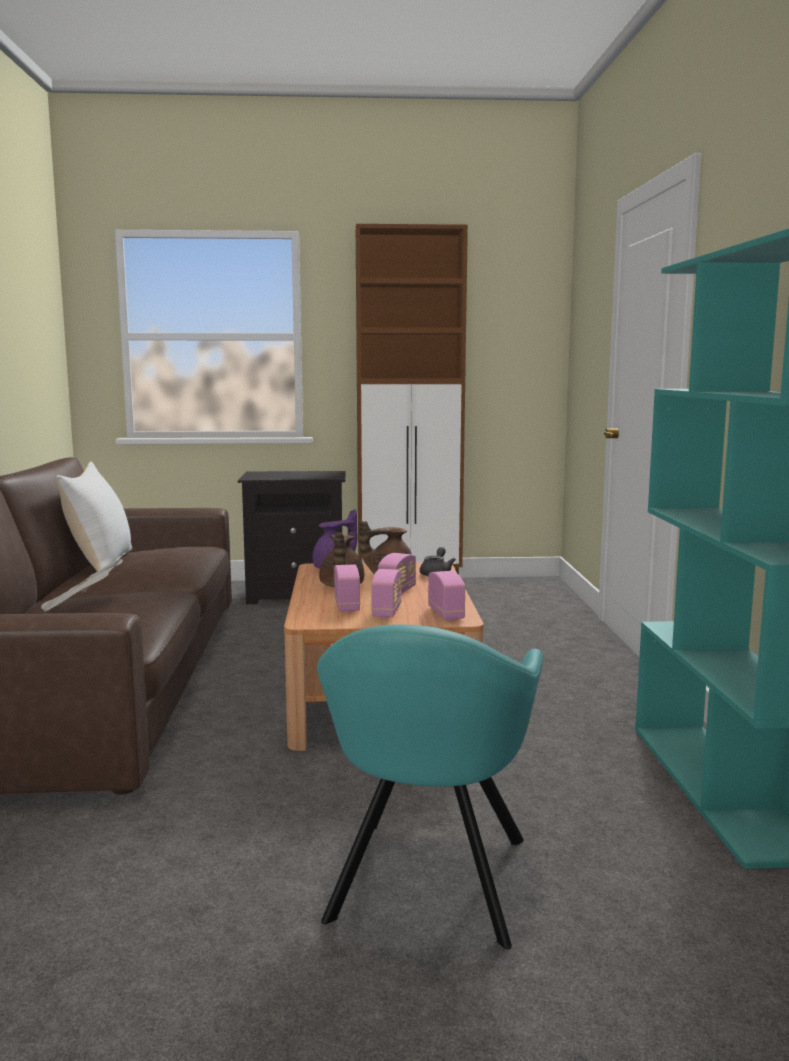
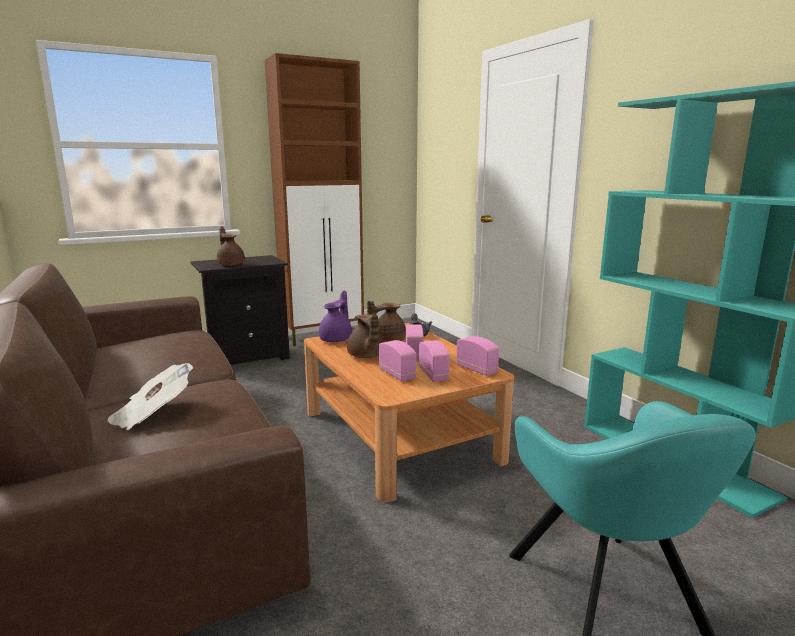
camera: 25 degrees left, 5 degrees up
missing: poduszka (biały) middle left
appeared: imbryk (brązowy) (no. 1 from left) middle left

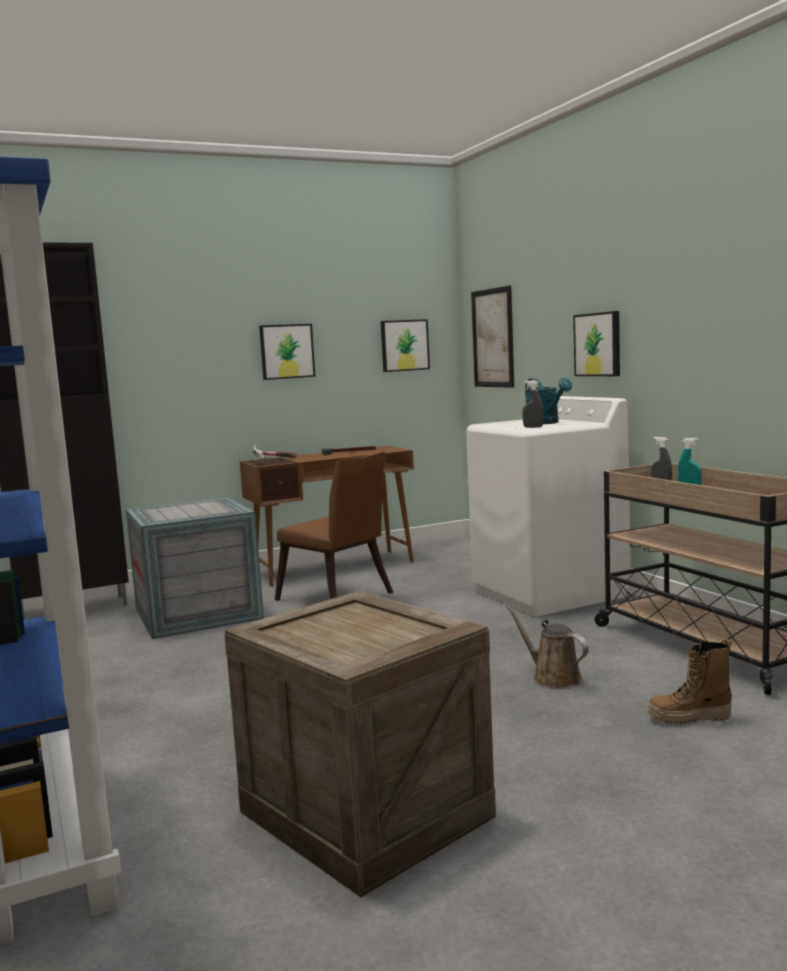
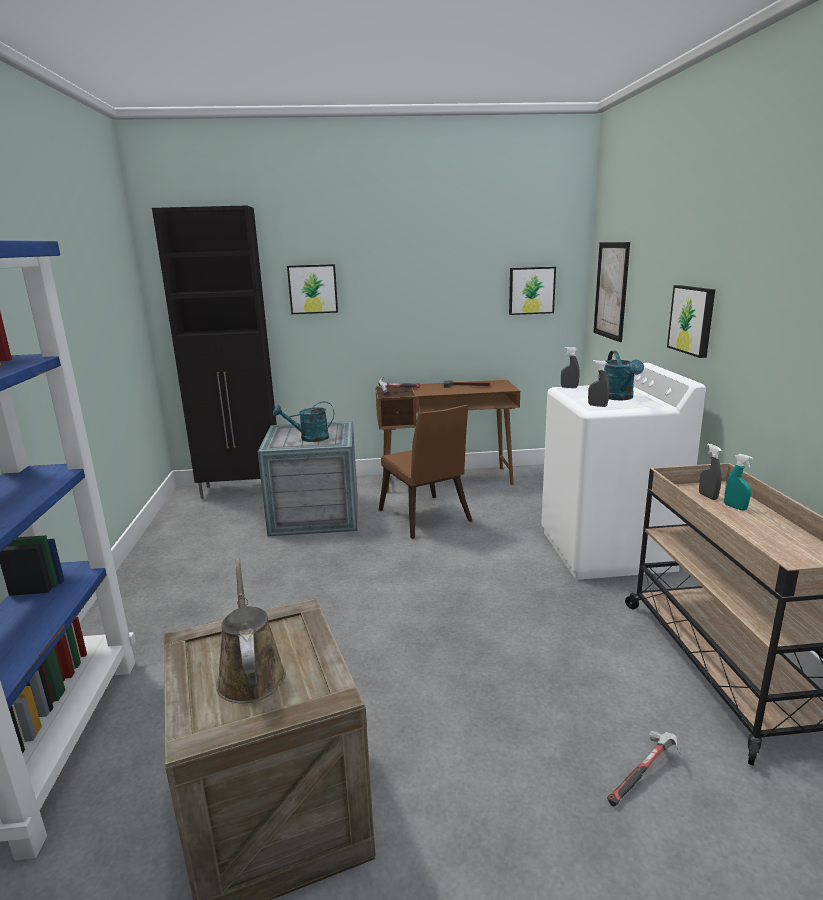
camera: 20 degrees right, 10 degrees up
appeared: konewka (turkusowy) (no. 1 from left) centre; spryskiwacz (szary) (no. 1 from left) middle right
relocated: konewka (brązowy) middle right to bottom left; obraz (no. 1 from left) centre to top centre
exchanged: but z cholewką bottom right to młotek (no. 3 from left) bottom right

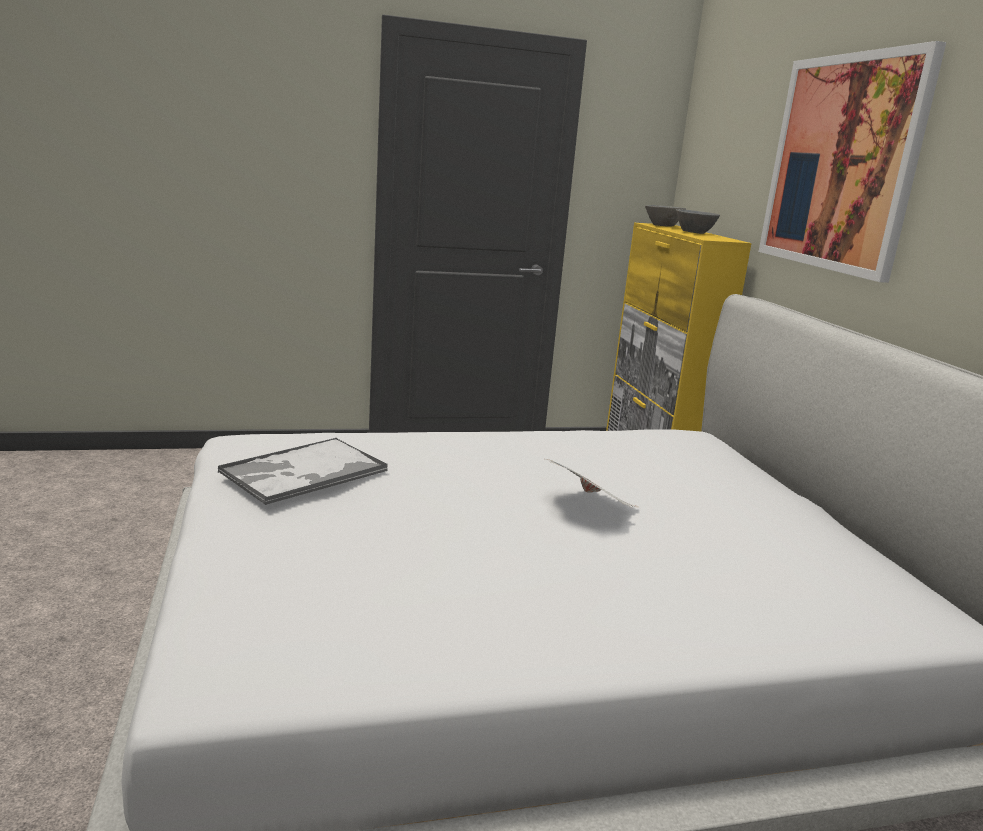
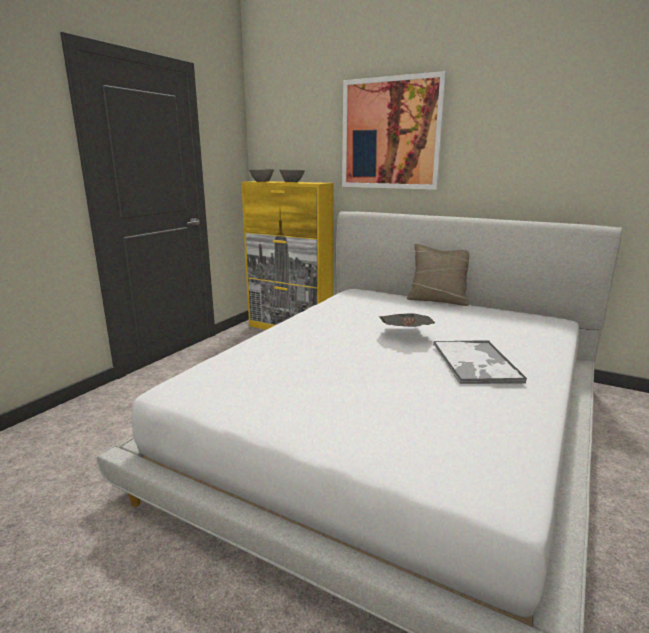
camera: 45 degrees left, 0 degrees up
appeared: poduszka (beżowy) middle right
relocated: taca middle left to middle right

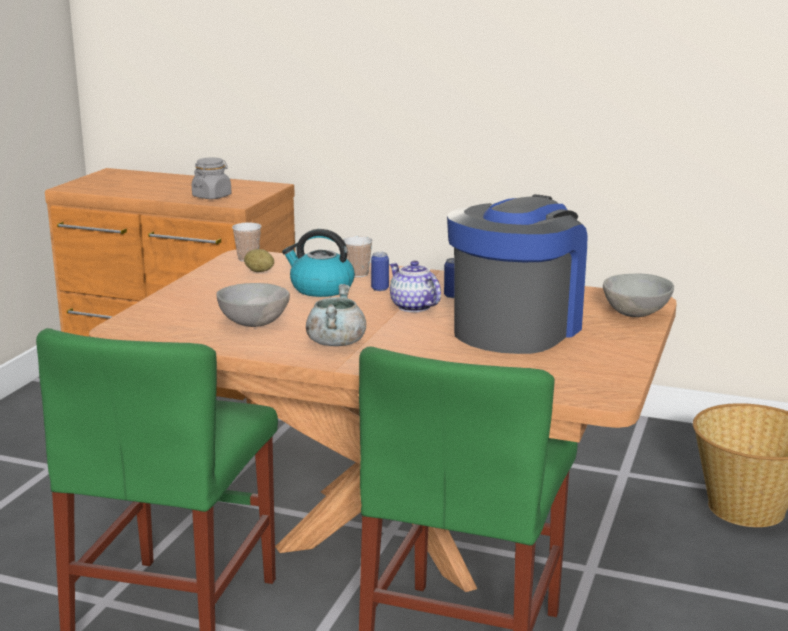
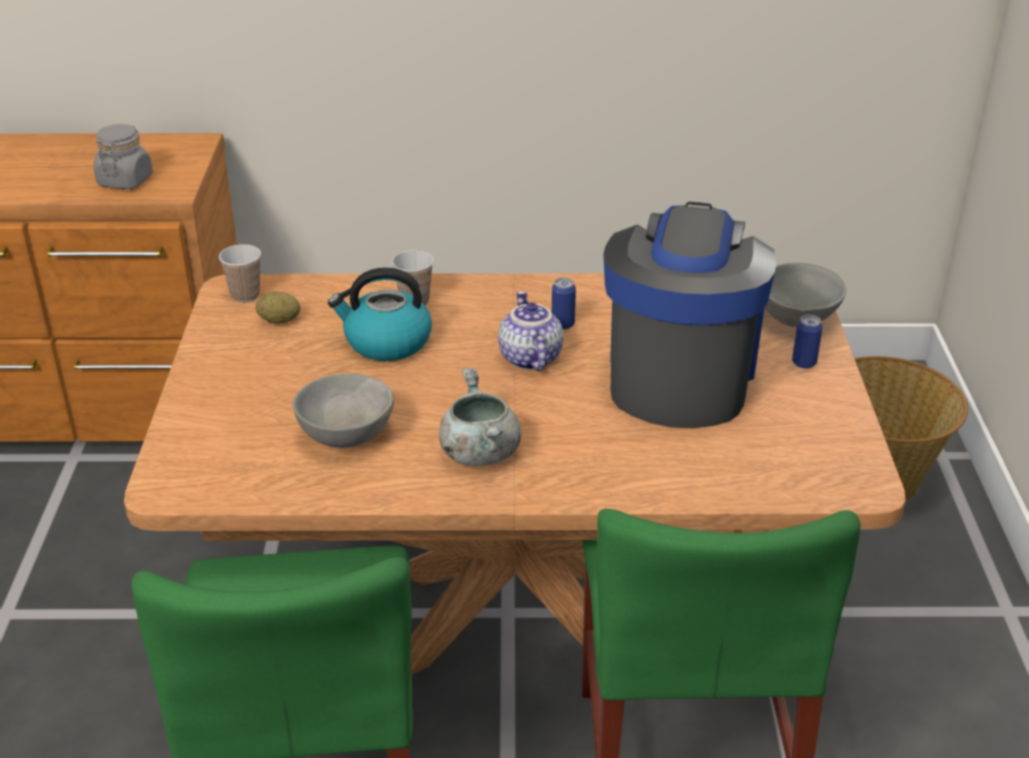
camera: 20 degrees left, 15 degrees up
relocated: puszka (no. 1 from left in the first image) centre to puszka (no. 2 from left) middle right
spun: imbryk centre = centre 45 degrees clockwise

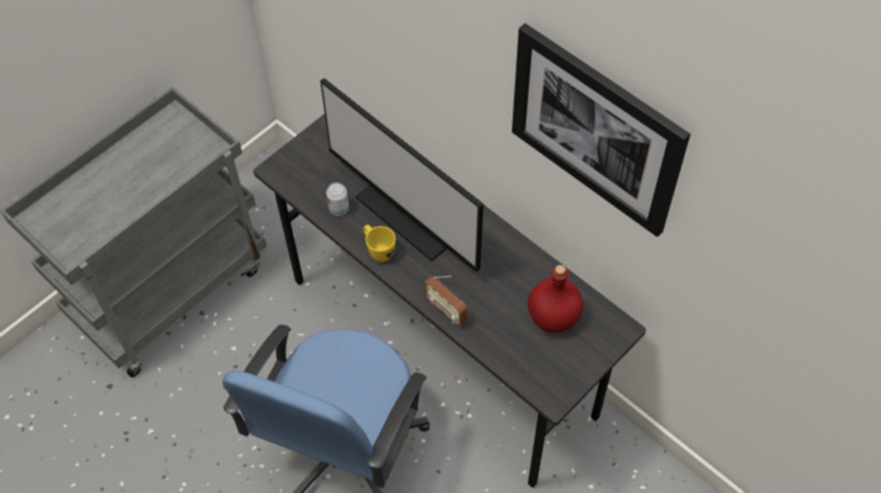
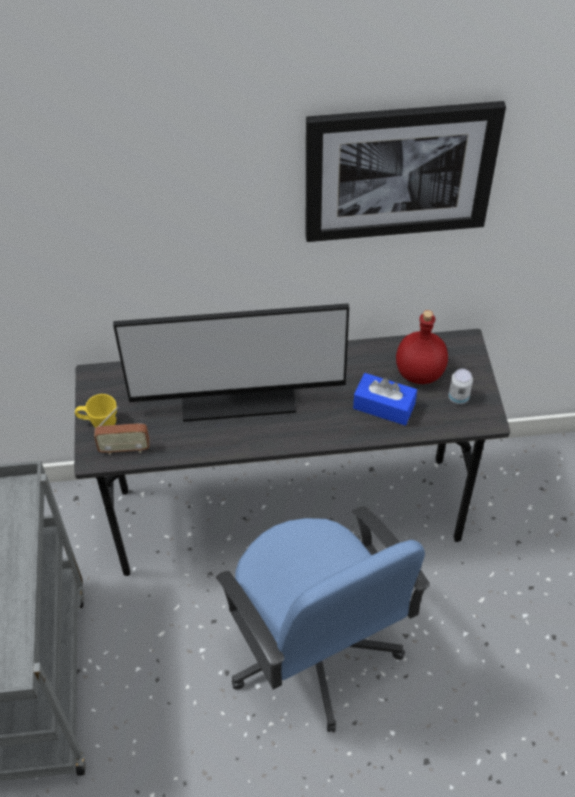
camera: 50 degrees left, 5 degrees down
appeared: pudełko chusteczek (niebieski) middle right
relocated: kubek (żółty) centre to middle left; radio centre to middle left; puszka centre to middle right

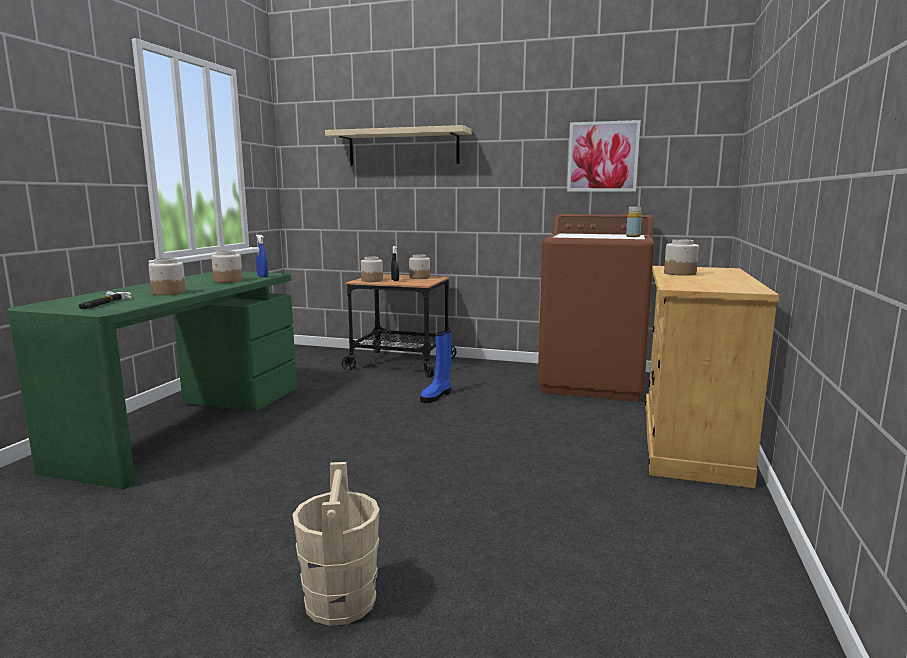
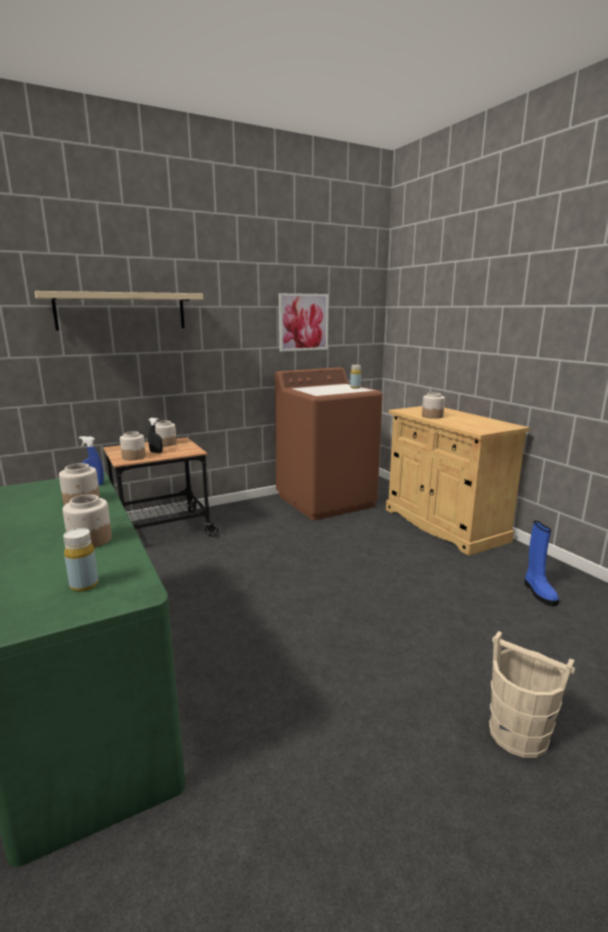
camera: 45 degrees left, 5 degrees up
relocated: but z cholewką (niebieski) centre to middle right
exchanged: młotek middle left to butelka (żółty) (no. 1 from left) middle left

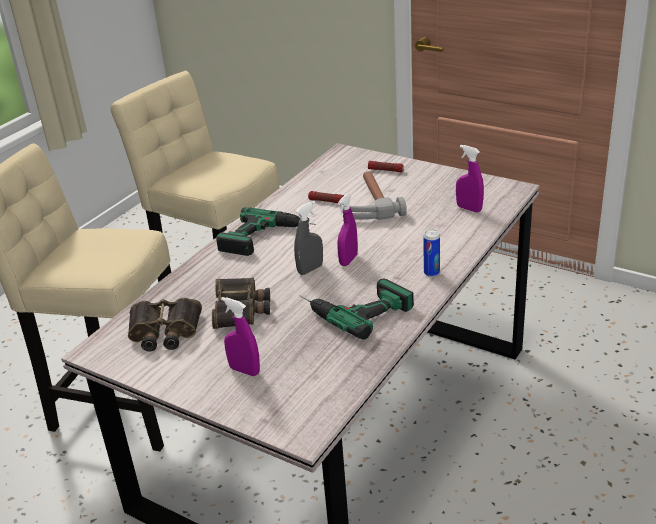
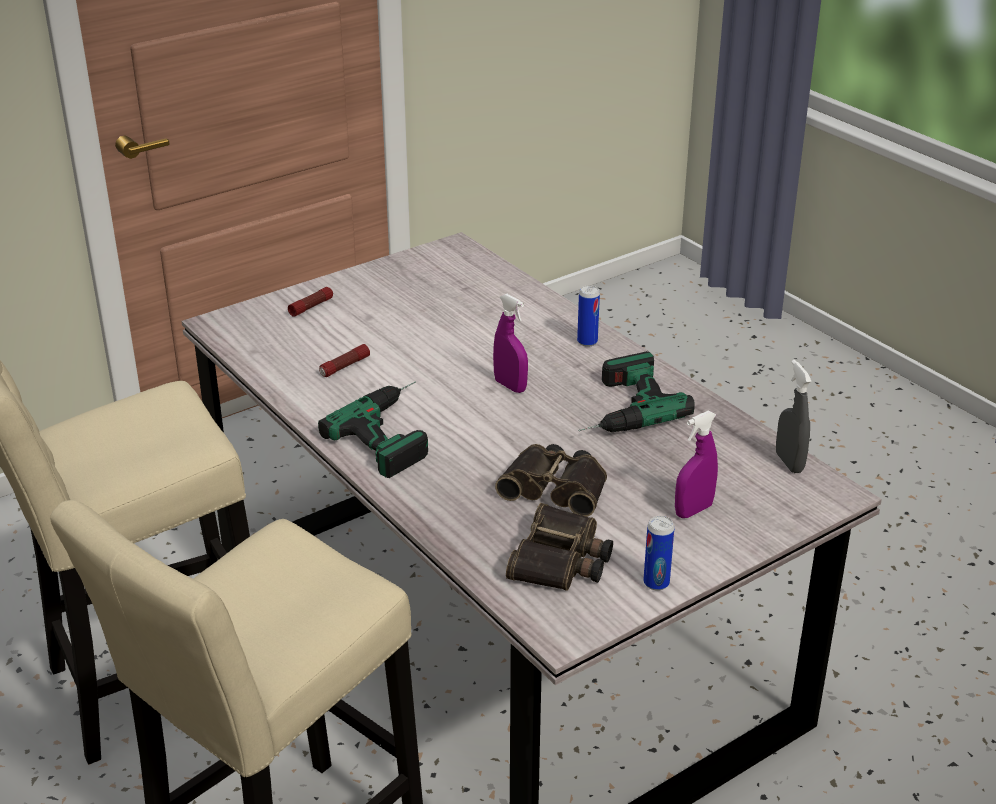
camera: 70 degrees left, 0 degrees up
missing: młotek centre; spryskiwacz (fioletowy) (no. 3 from left) middle right
appeared: puszka (no. 2 from left) bottom centre
relocated: spryskiwacz (szary) centre to middle right

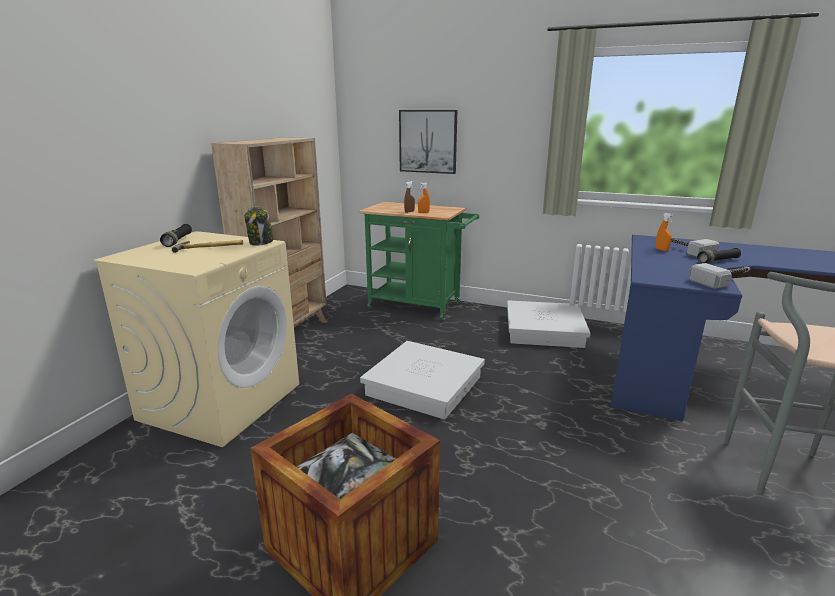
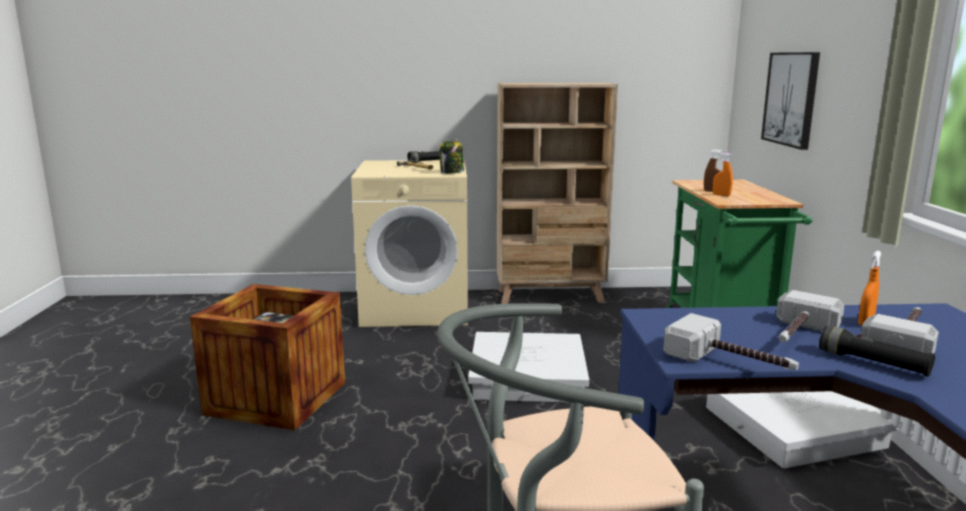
camera: 65 degrees right, 5 degrees down
appeared: młotek (no. 3 from left) middle right

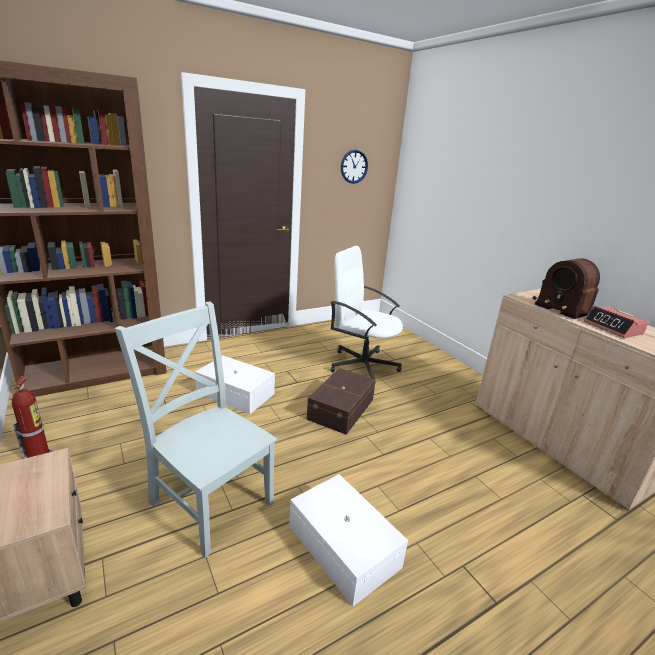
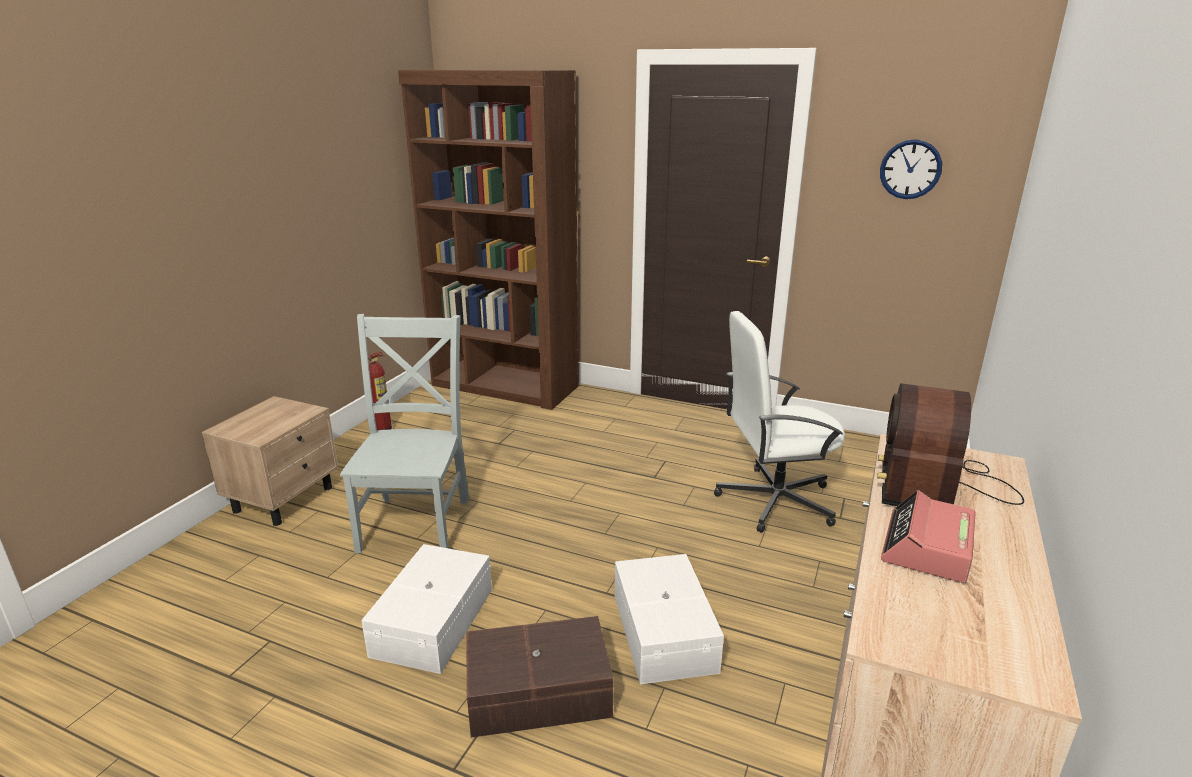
camera: 55 degrees right, 0 degrees up
relocated: pojemnik do przechowywania (brązowy) centre to bottom centre; pojemnik do przechowywania (biały) (no. 1 from left in the first image) centre to pojemnik do przechowywania (biały) (no. 2 from left) bottom centre
spun: krzesło biurowe (biały) centre = centre 90 degrees counterclockwise

